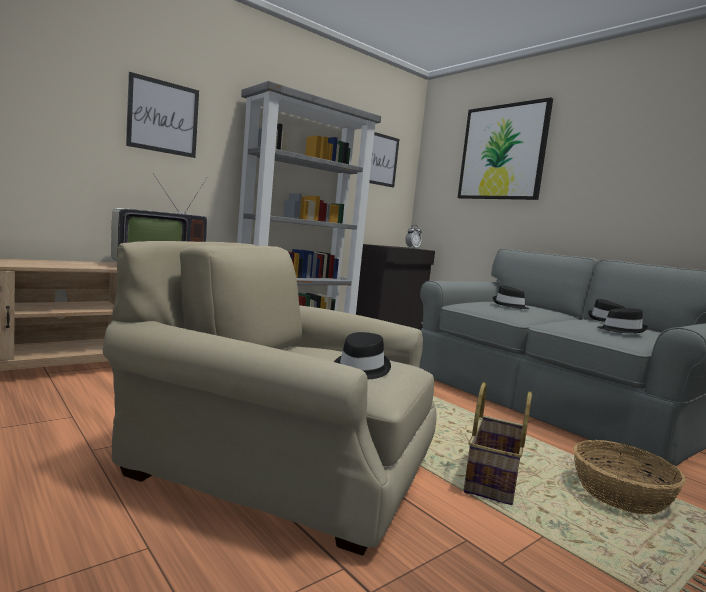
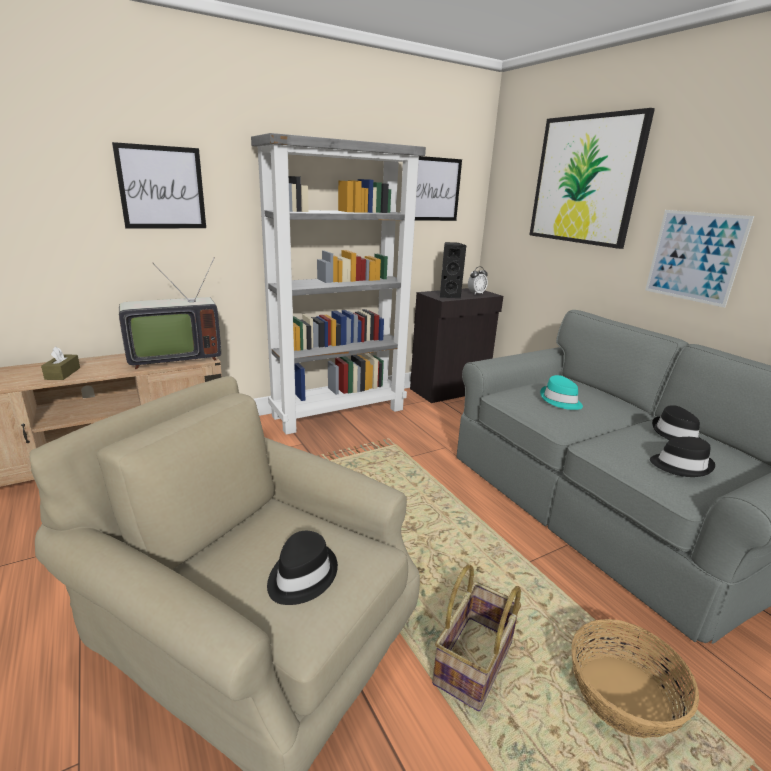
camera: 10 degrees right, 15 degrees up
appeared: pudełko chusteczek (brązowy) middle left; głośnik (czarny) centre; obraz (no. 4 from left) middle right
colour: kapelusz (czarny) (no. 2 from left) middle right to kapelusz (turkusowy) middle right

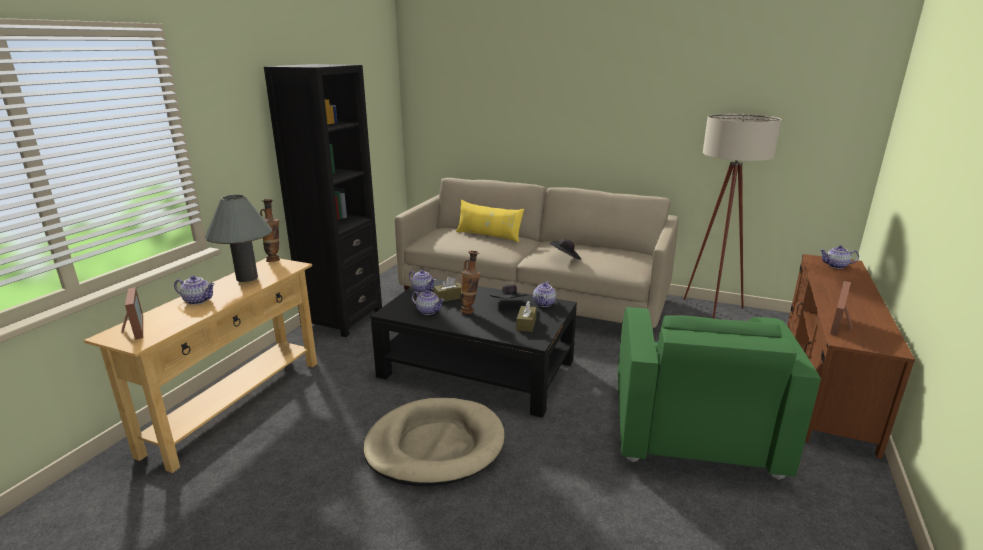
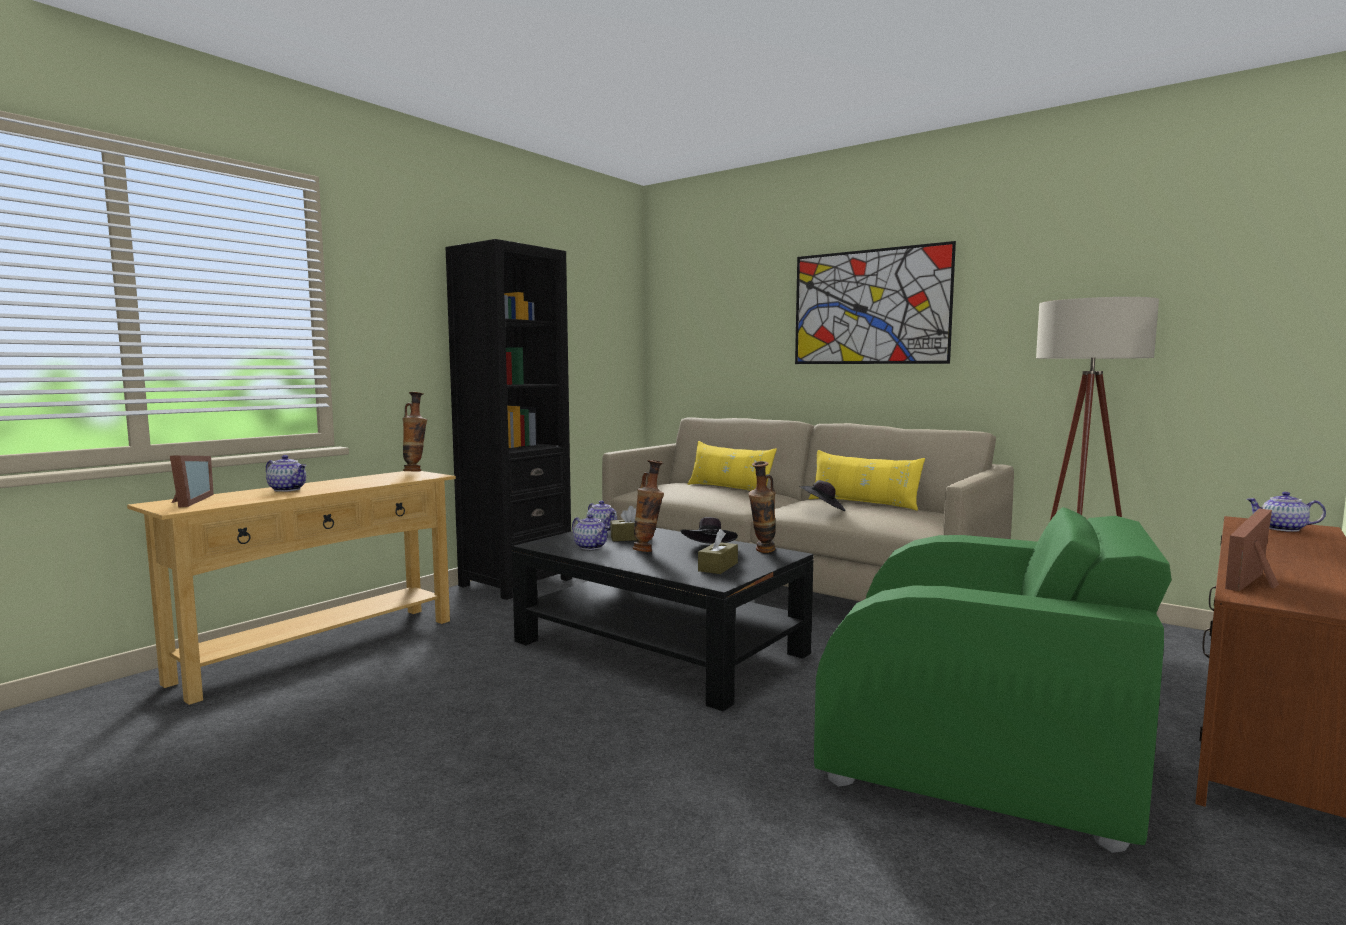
camera: 15 degrees right, 15 degrees down
missing: lampa stołowa (szary) middle left; legowisko (beżowy) bottom centre
appeared: obraz top centre; poduszka (żółty) (no. 2 from left) centre
exchanged: imbryk (no. 4 from left) centre to wazon (no. 3 from left) centre
spun: fotel (zielony) bottom right = bottom right 90 degrees counterclockwise

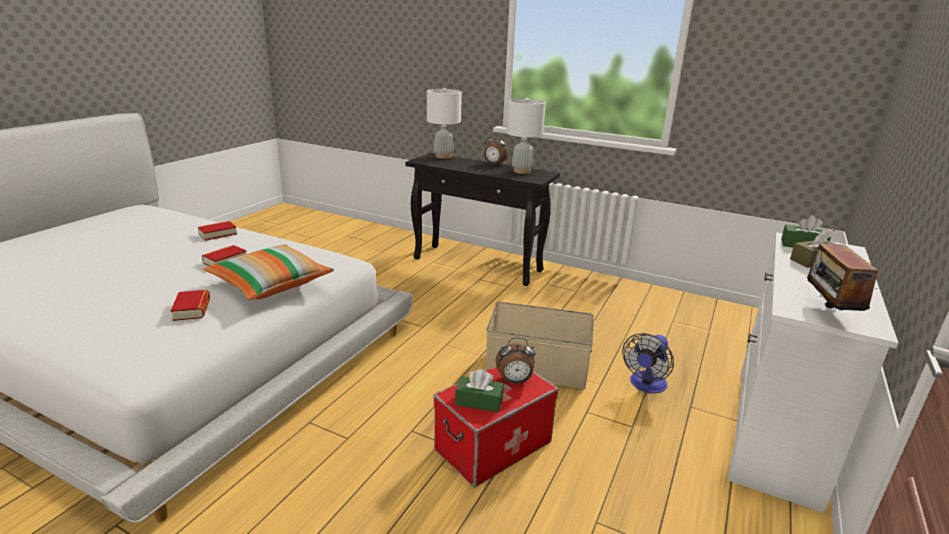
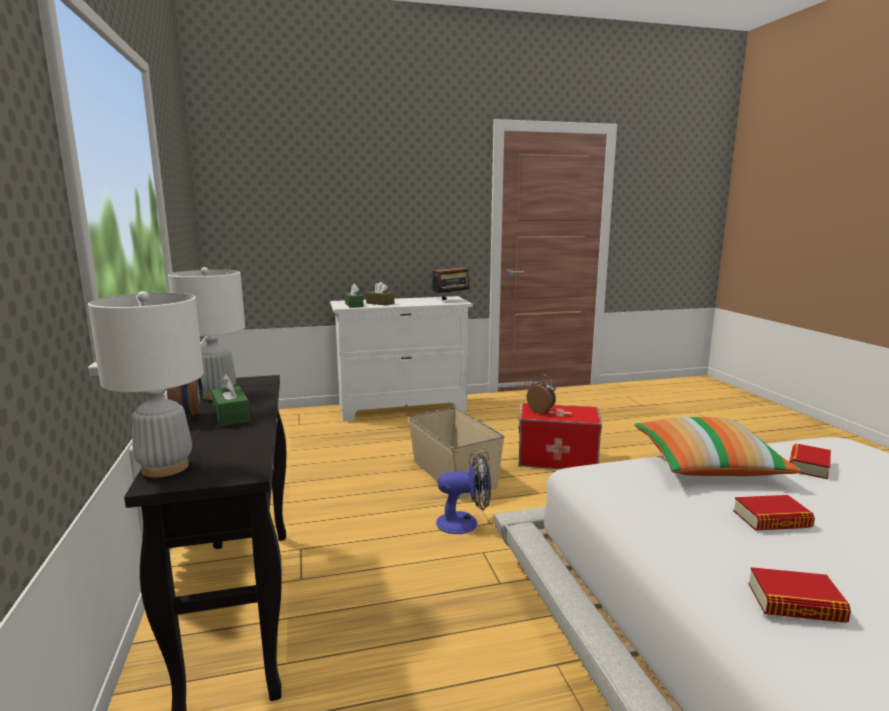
camera: 130 degrees left, 10 degrees down
relocated: pudełko chusteczek (zielony) (no. 1 from left) bottom centre to middle left; wentylator bottom right to bottom centre

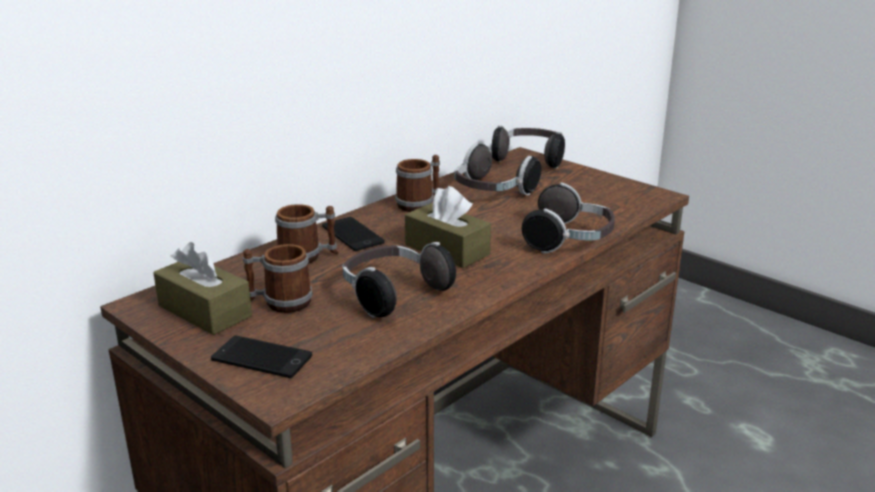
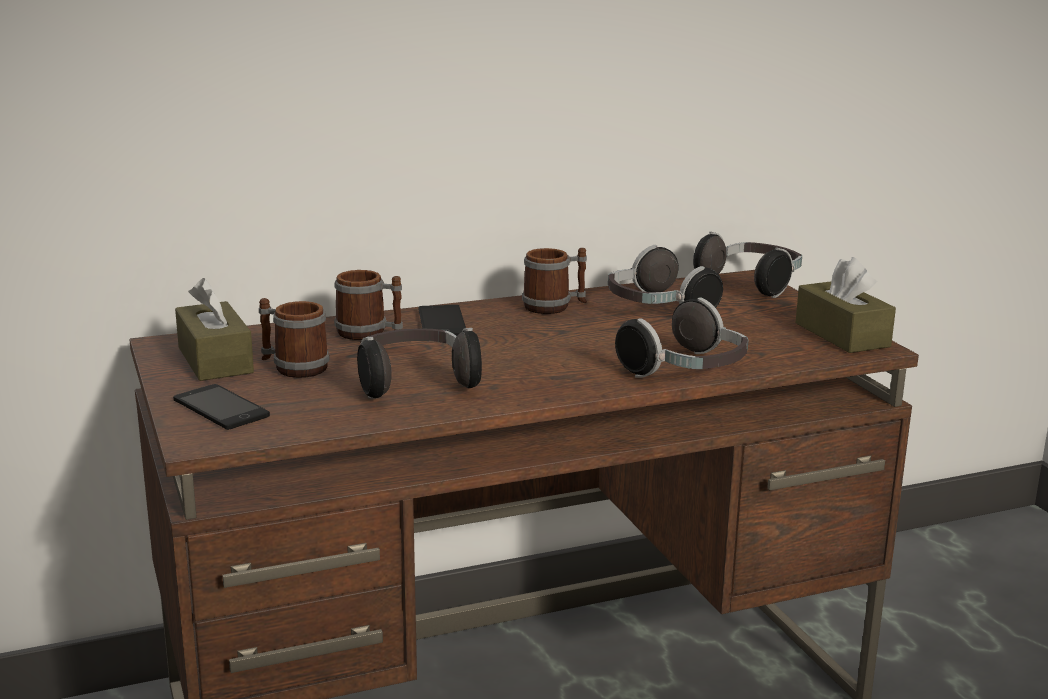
camera: 25 degrees right, 5 degrees down
relocated: pudełko chusteczek (brązowy) (no. 2 from left) centre to middle right

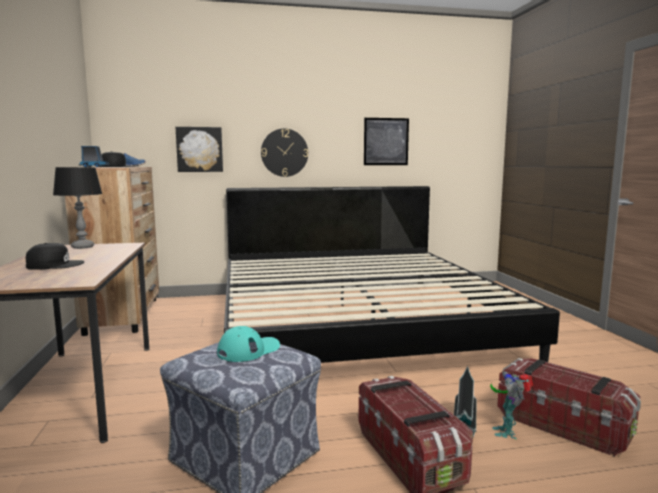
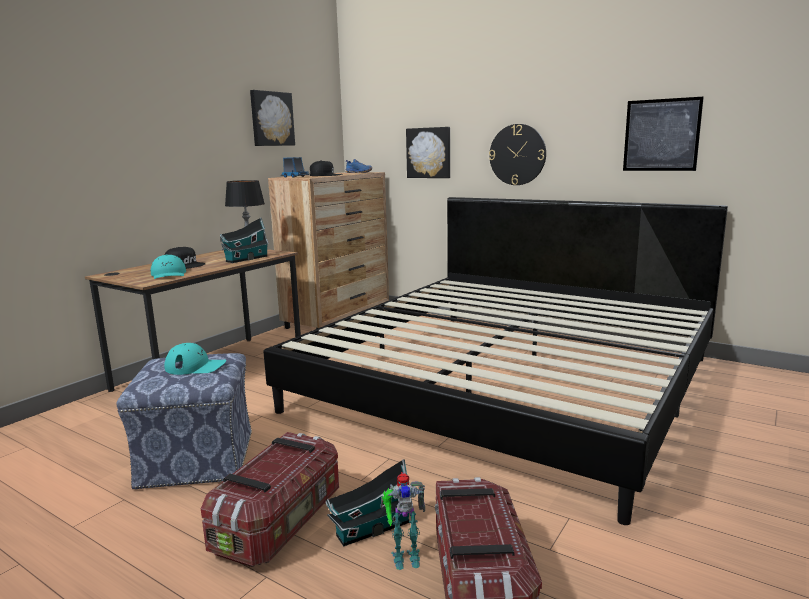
camera: 45 degrees right, 5 degrees up
appeared: czapka z daszkiem (turkusowy) (no. 1 from left) middle left; domek (no. 1 from left) middle left; obraz (no. 1 from left) top centre
spun: robot zabawkowy bottom right = bottom centre 150 degrees counterclockwise

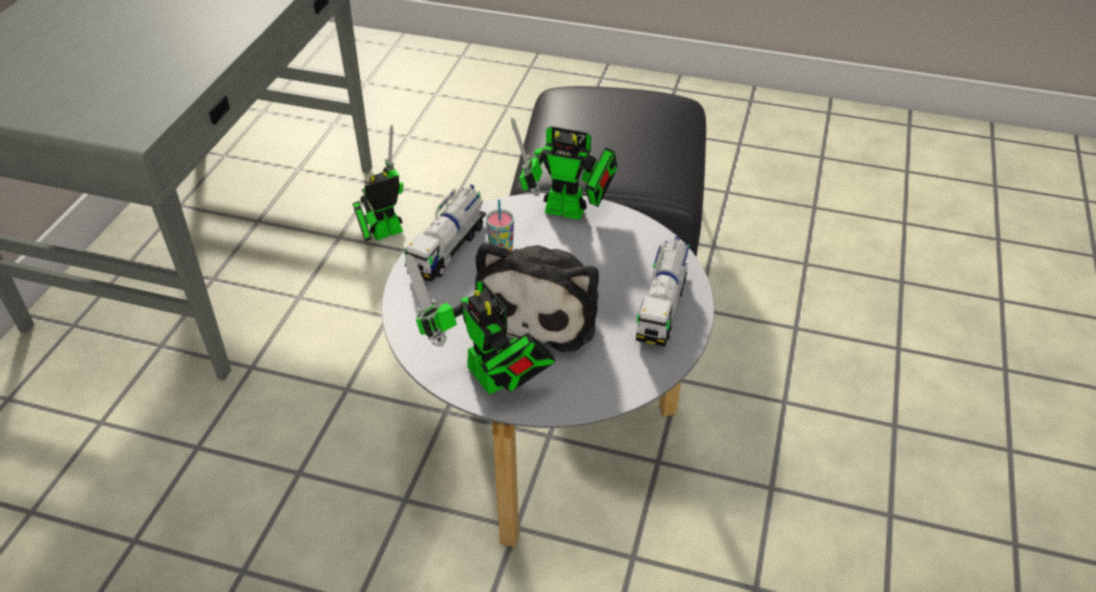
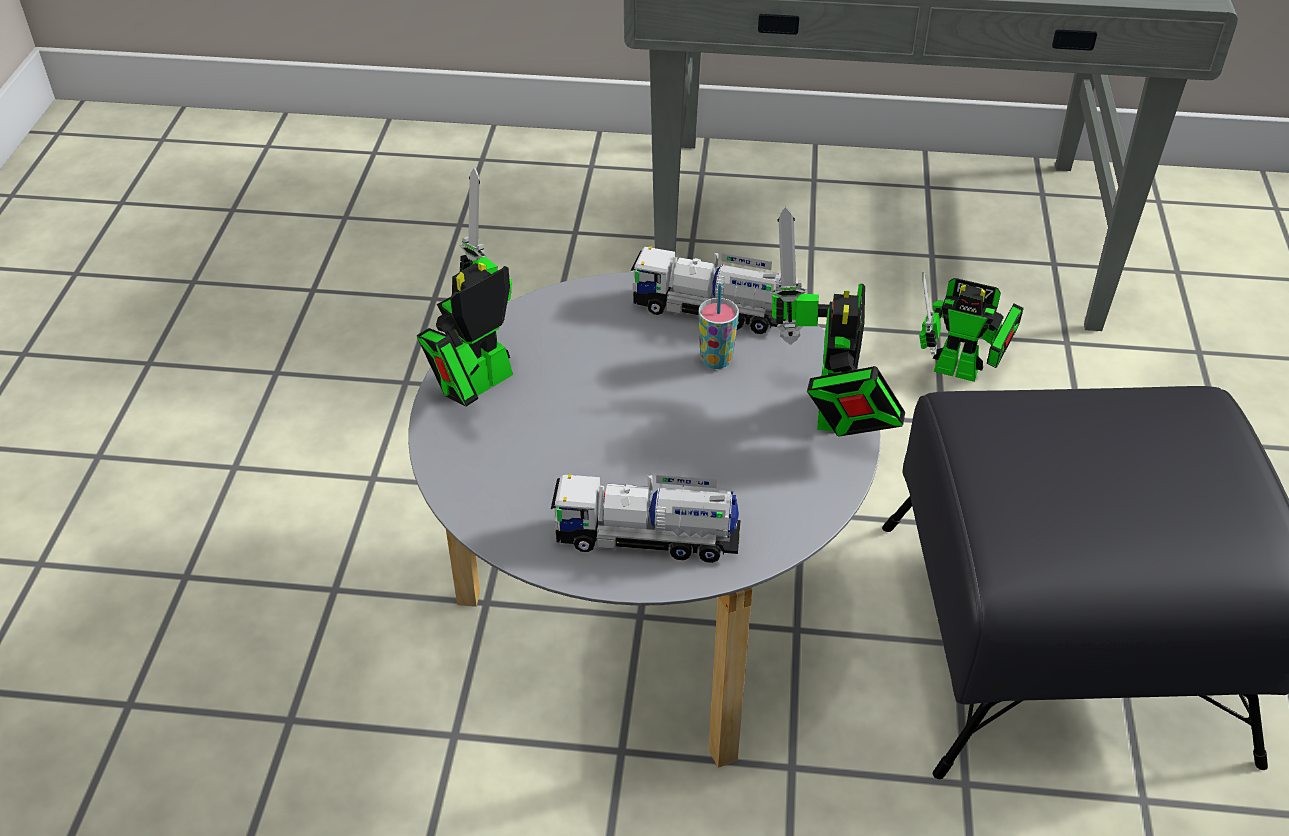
camera: 80 degrees right, 0 degrees up
missing: pluszak centre
spun: robot zabawkowy (no. 1 from left in the first image) top centre = middle right 150 degrees clockwise

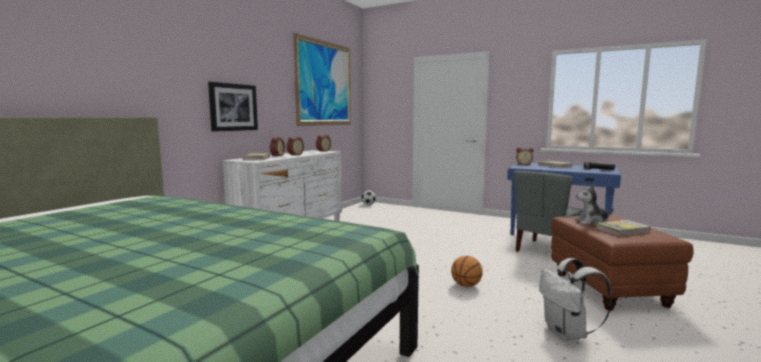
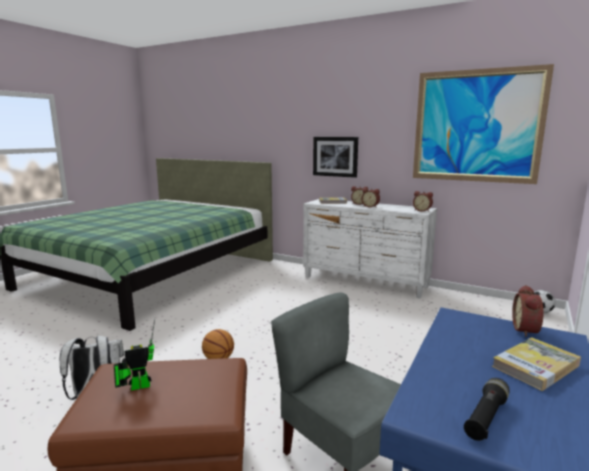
camera: 90 degrees right, 5 degrees up
missing: pluszak middle right
exchanged: książka (no. 3 from left) middle right to robot zabawkowy bottom left

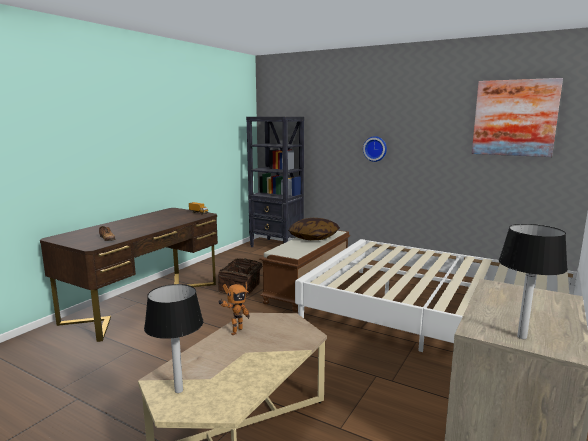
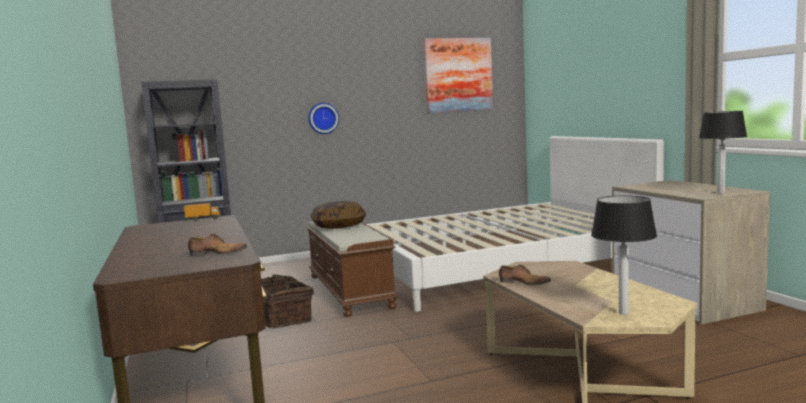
camera: 50 degrees left, 5 degrees down
exchanged: robot zabawkowy bottom centre to but (no. 2 from left) bottom centre

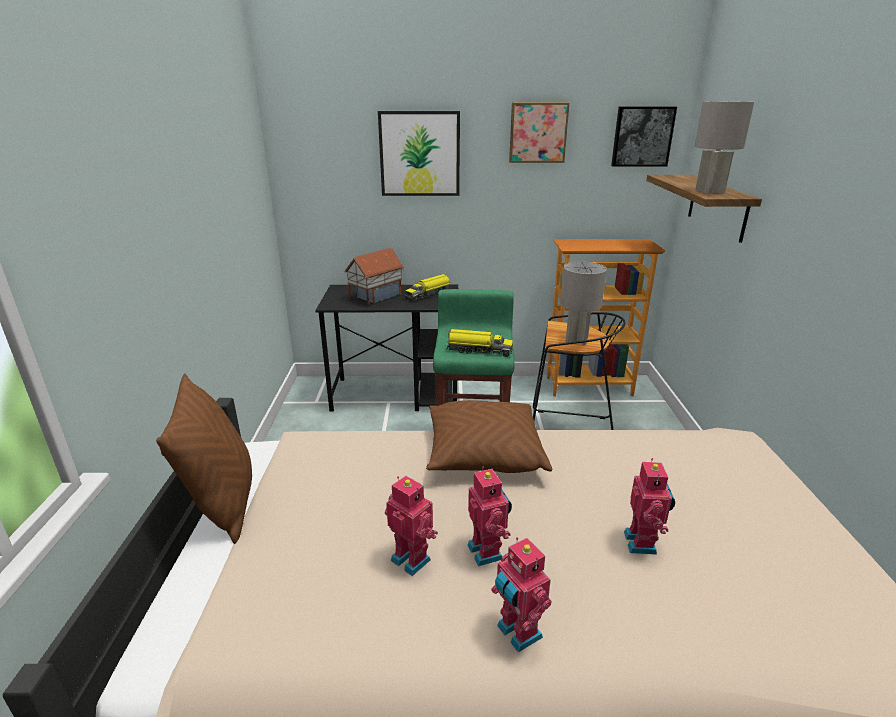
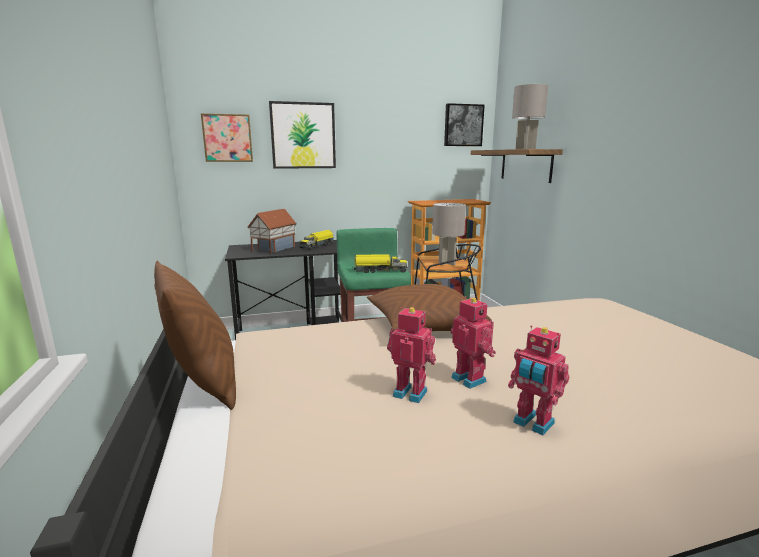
camera: 15 degrees left, 10 degrees down
missing: robot zabawkowy (no. 4 from left) bottom right
relocated: obraz (no. 2 from left in the first image) top centre to obraz (no. 1 from left) top left

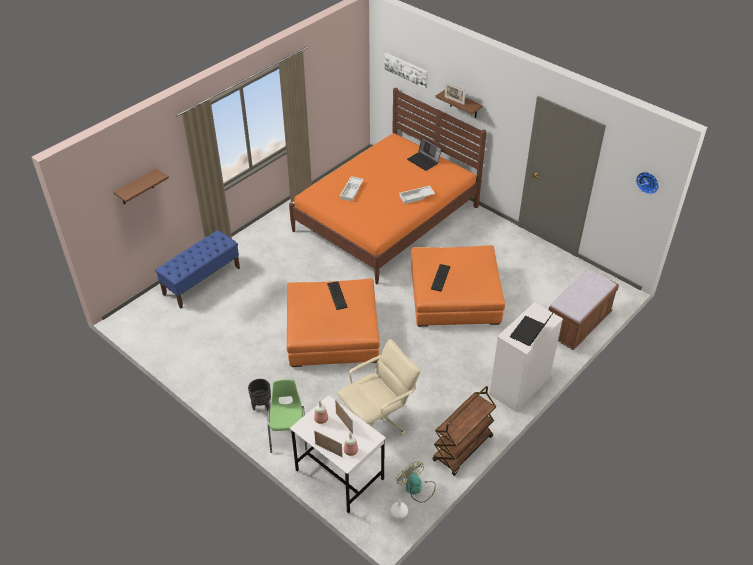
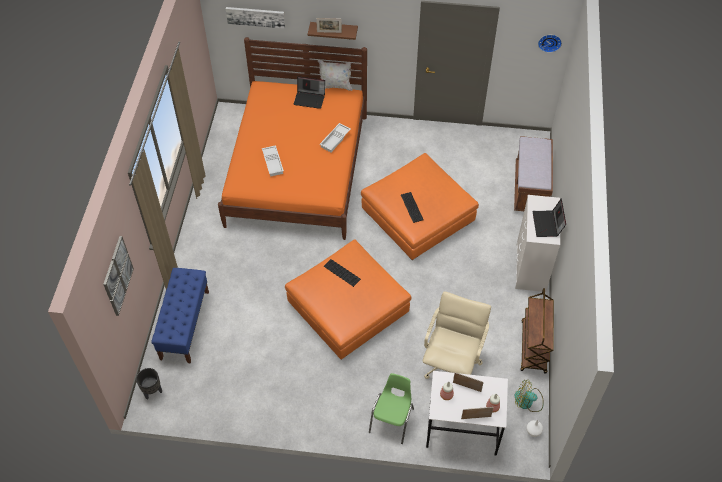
camera: 35 degrees left, 10 degrees up
appeared: poduszka (biały) top centre
relocated: donica (czarny) bottom centre to bottom left
exchanged: półka (brązowy) (no. 1 from left) top left to obraz (no. 1 from left) middle left
spun: krzesło (zielony) bottom centre = bottom centre 60 degrees clockwise

